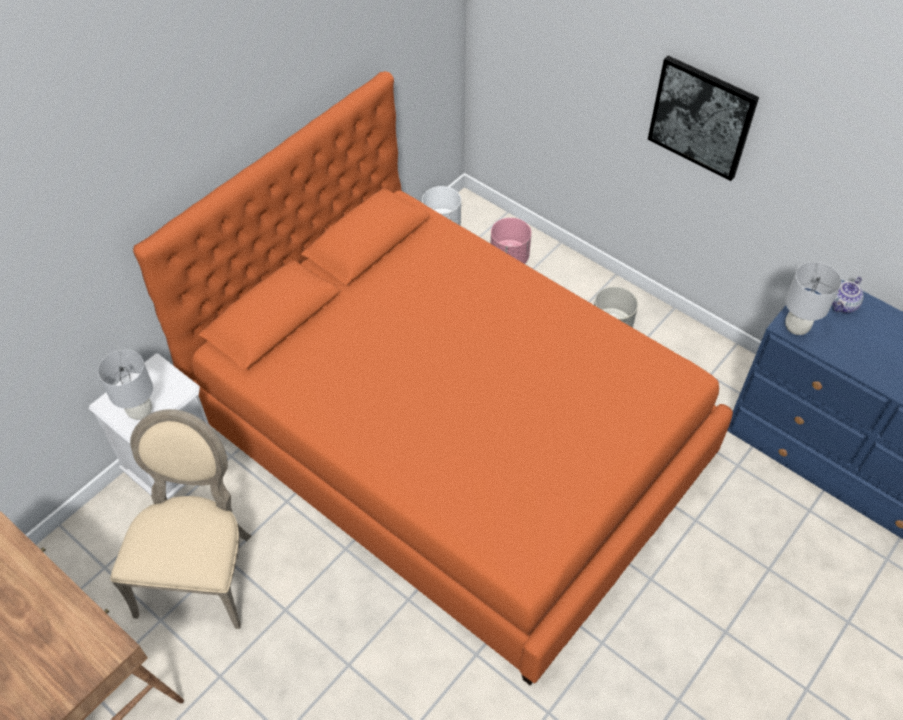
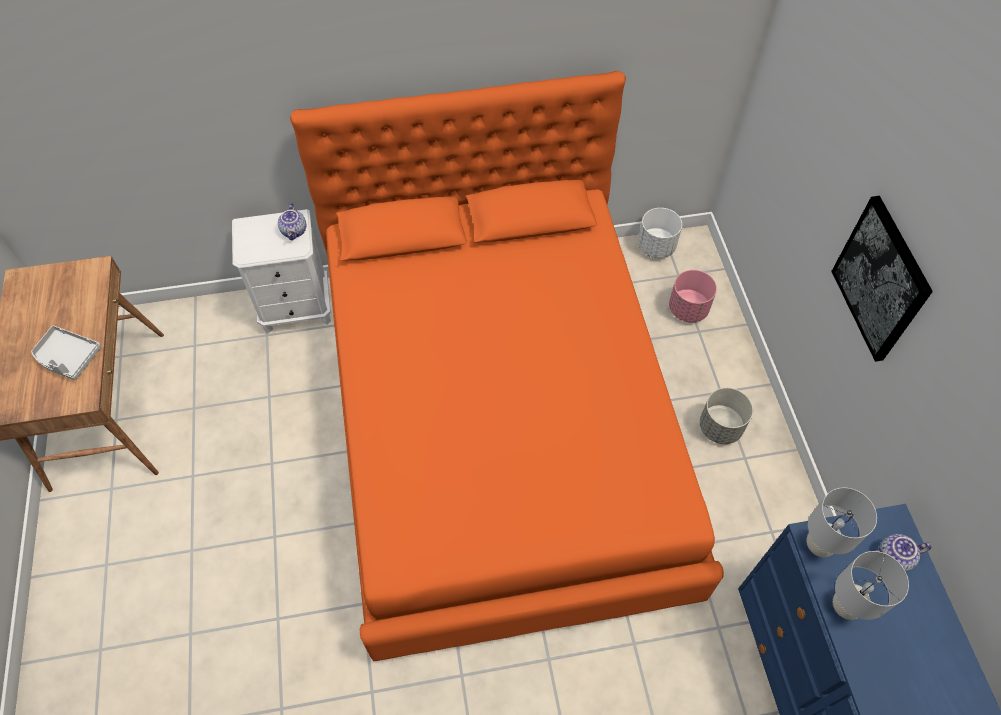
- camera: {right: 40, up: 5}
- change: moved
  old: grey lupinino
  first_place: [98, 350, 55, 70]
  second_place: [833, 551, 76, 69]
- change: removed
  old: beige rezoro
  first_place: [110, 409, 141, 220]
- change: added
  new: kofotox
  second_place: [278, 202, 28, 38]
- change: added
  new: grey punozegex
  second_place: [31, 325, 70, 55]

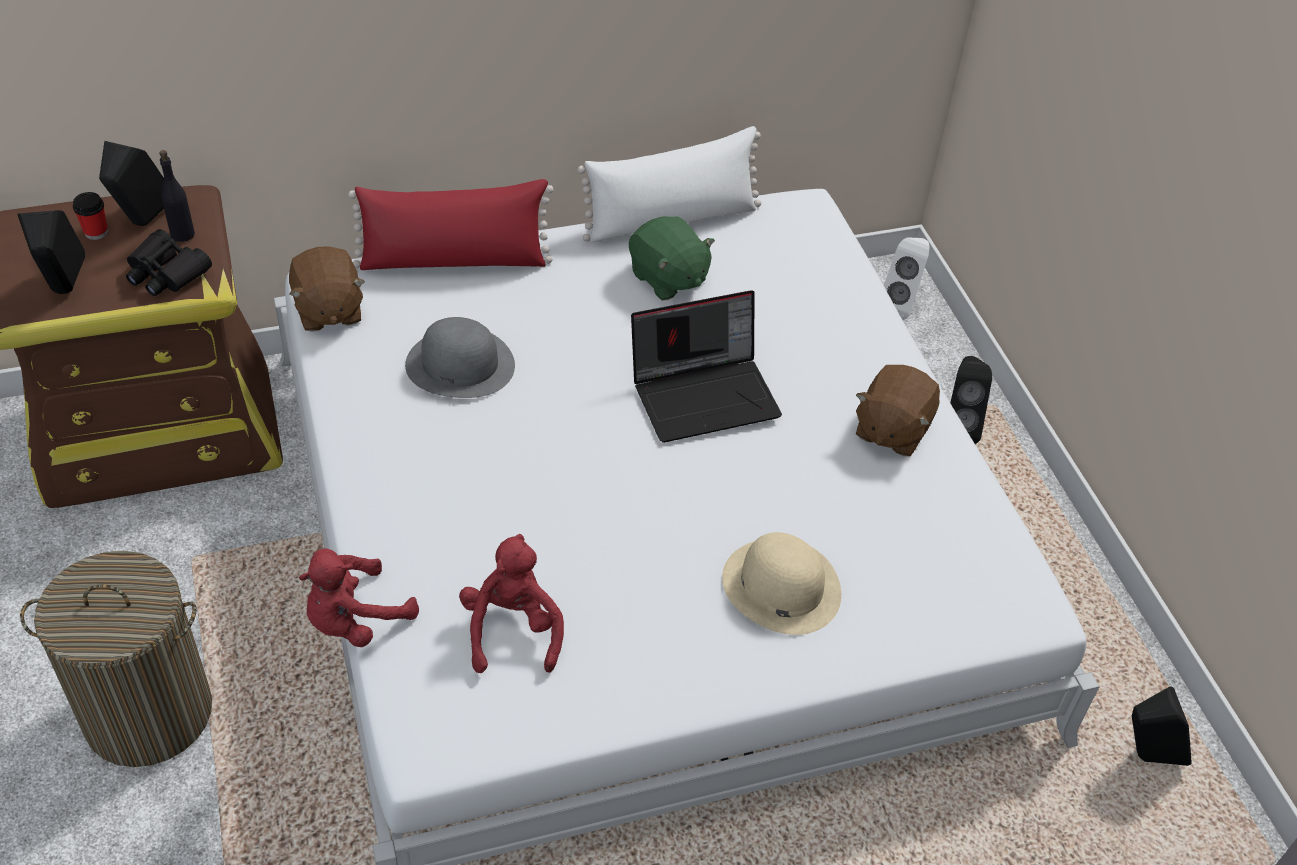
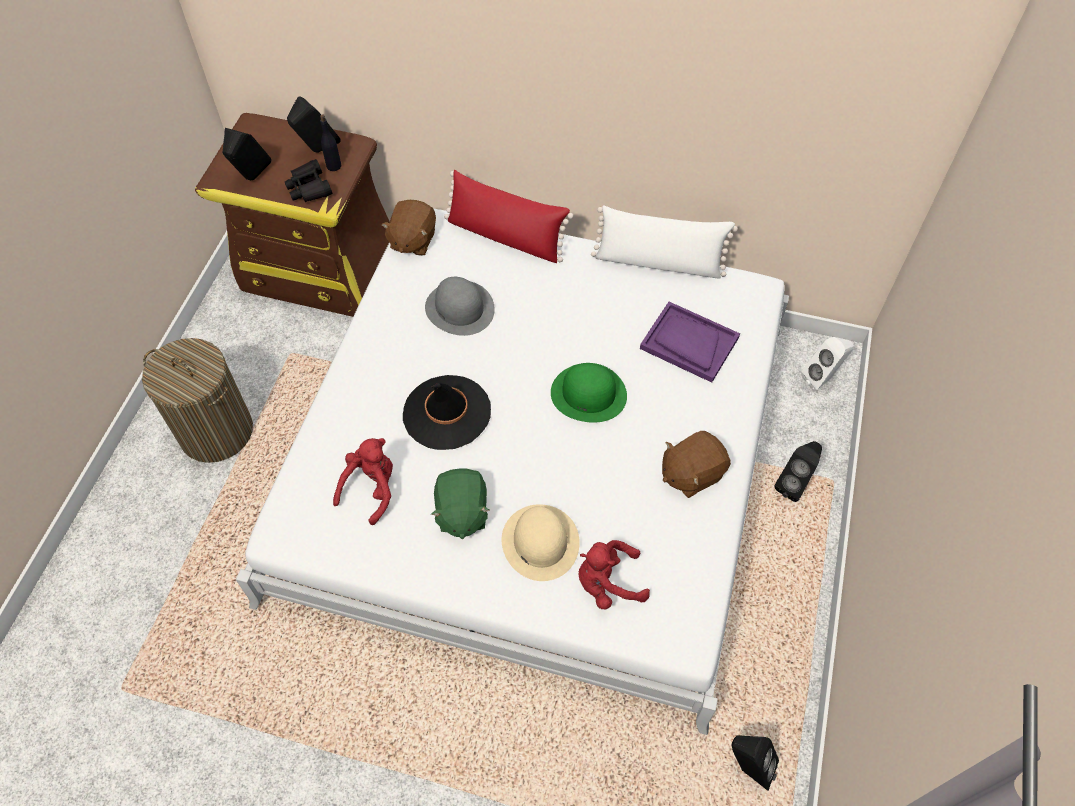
- camera: {right: 35, up: 10}
- change: removed
  old: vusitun
  first_place: [73, 192, 35, 48]
- change: moved
  old: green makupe
  first_place: [629, 216, 86, 84]
  second_place: [431, 469, 59, 70]
- change: replaced
  old: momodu
  new: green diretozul
  first_place: [631, 290, 151, 153]
  second_place: [551, 363, 76, 60]
- change: moved
  old: red makupe
  first_place: [299, 548, 120, 99]
  second_place: [578, 540, 72, 70]
- change: added
  new: purple punozegex
  second_place: [640, 302, 100, 81]
- change: added
  new: black diretozul
  second_place: [403, 375, 88, 75]

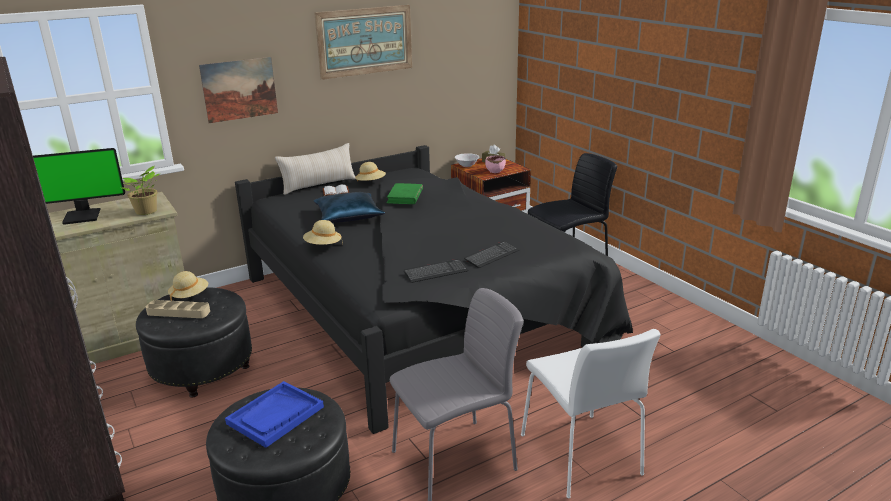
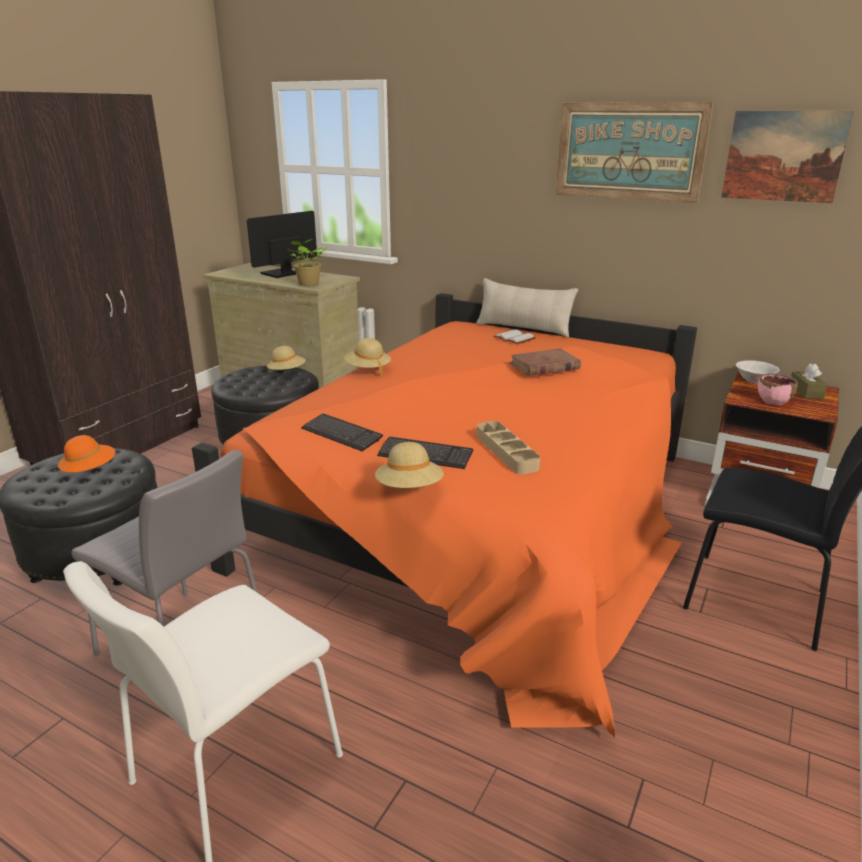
- camera: {right: 60, up: 0}
- change: moved
  old: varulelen
  first_place: [199, 57, 79, 66]
  second_place: [721, 111, 133, 92]
- change: recoloured
  old: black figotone
  new: orange figotone
  first_place: [235, 145, 398, 289]
  second_place: [192, 293, 505, 444]
- change: turned
  old: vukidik
  first_place: [33, 148, 92, 77]
  second_place: [247, 211, 70, 67]
  degrees: 90
- change: moved
  old: beige diretozul
  first_place: [355, 162, 31, 19]
  second_place: [375, 442, 69, 46]
- change: recoloured
  old: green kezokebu
  new: brown kezokebu
  first_place: [386, 183, 37, 21]
  second_place: [509, 349, 72, 27]
- change: removed
  old: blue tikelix
  first_place: [314, 192, 71, 31]
- change: moved
  old: beige punozegex
  first_place: [146, 300, 64, 18]
  second_place: [477, 421, 63, 53]
- change: replaced
  old: blue punozegex
  new: orange diretozul
  first_place: [225, 381, 99, 67]
  second_place: [58, 435, 57, 40]

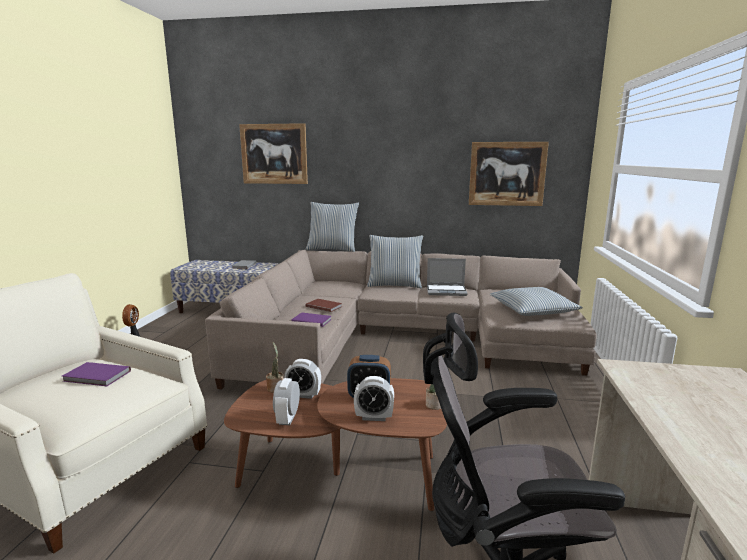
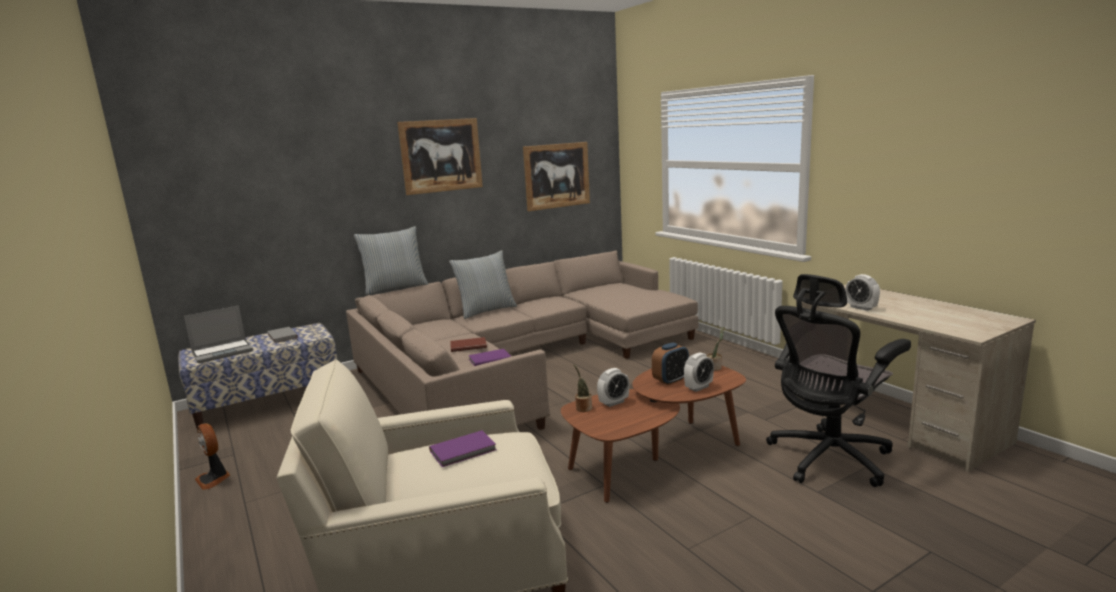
- camera: {right: -40, up: 0}
- change: moved
  old: varulelen
  first_place: [239, 123, 69, 61]
  second_place: [397, 118, 86, 77]
- change: moved
  old: momodu
  first_place: [427, 258, 41, 38]
  second_place: [184, 305, 69, 58]
- change: removed
  old: tikelix
  first_place: [490, 287, 93, 29]
- change: moved
  old: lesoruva
  first_place: [273, 378, 27, 47]
  second_place: [845, 274, 35, 37]

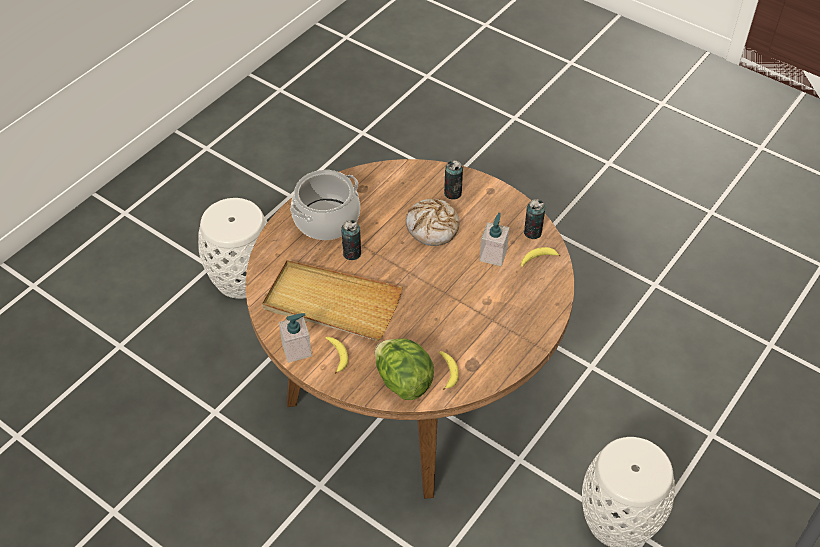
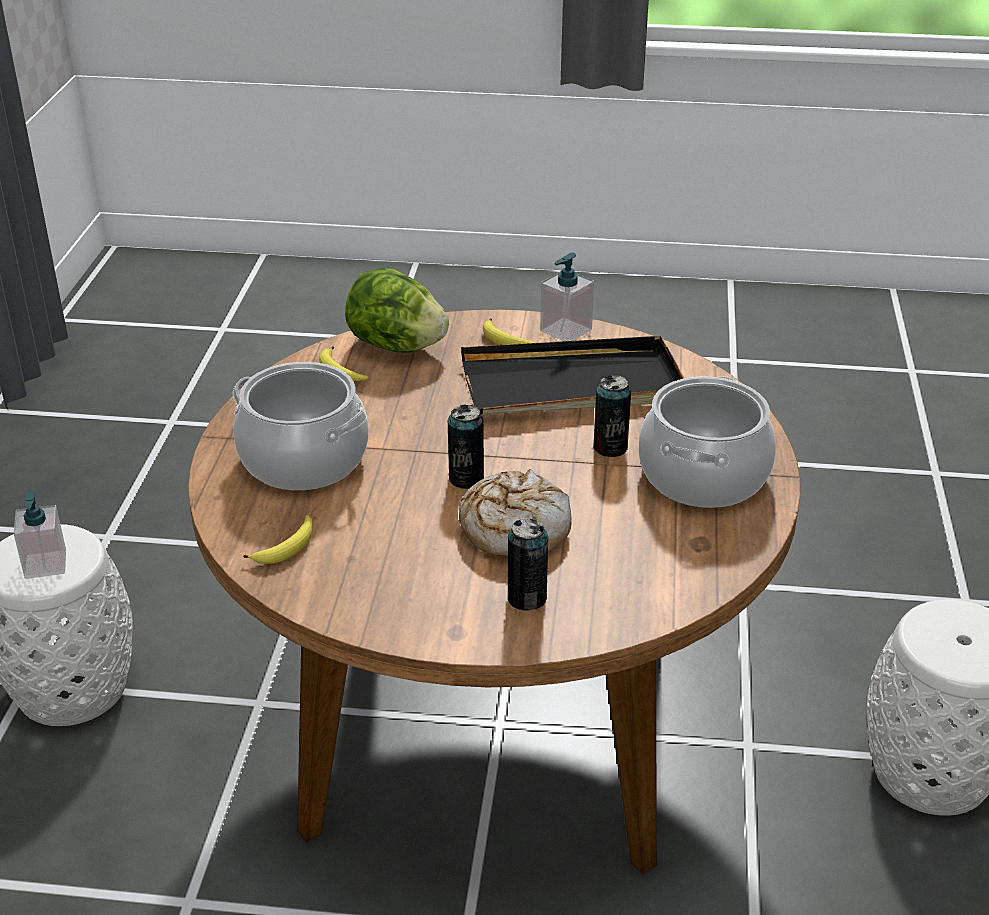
- camera: {right: 150, up: -15}
- change: moved
  old: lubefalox
  first_place: [523, 199, 22, 40]
  second_place: [448, 405, 36, 84]
- change: moved
  old: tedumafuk
  first_place: [479, 213, 31, 53]
  second_place: [14, 490, 52, 89]
- change: recoloured
  old: beige punozegex
  new: black punozegex
  first_place: [262, 260, 140, 81]
  second_place: [461, 336, 223, 78]
- change: added
  new: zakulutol
  second_place: [233, 362, 136, 128]

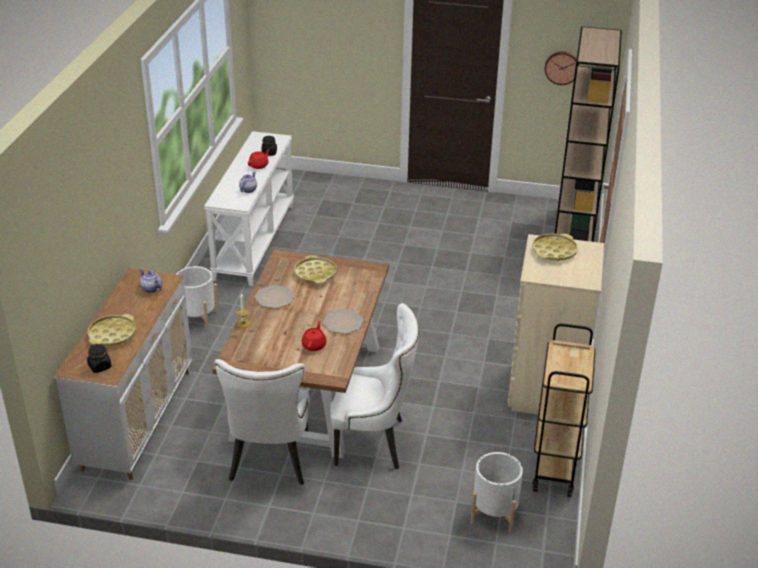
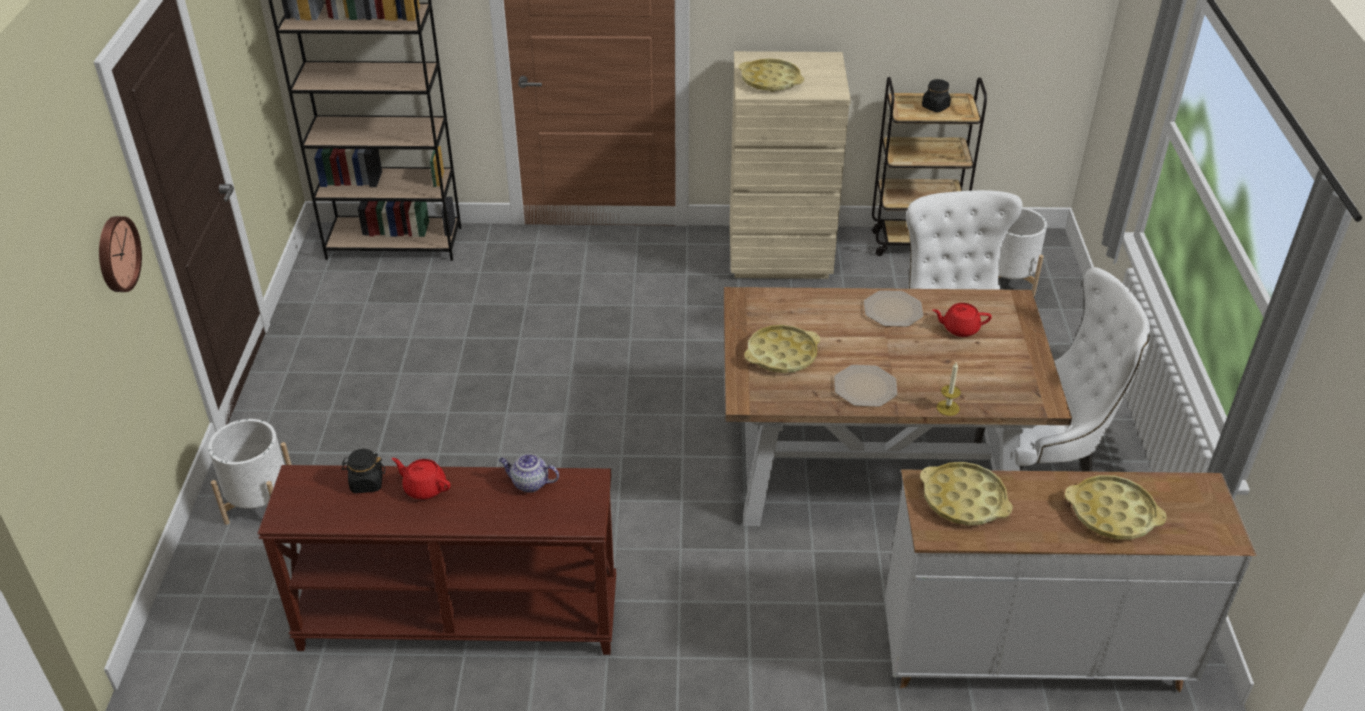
- camera: {right: -100, up: 5}
- change: moved
  old: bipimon
  first_place: [545, 51, 35, 34]
  second_place: [99, 216, 43, 76]
- change: recoloured
  old: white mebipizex
  new: brown mebipizex
  first_place: [204, 131, 90, 155]
  second_place: [257, 465, 359, 190]
- change: moved
  old: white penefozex
  first_place: [176, 266, 43, 65]
  second_place: [208, 419, 84, 106]
- change: replaced
  old: kofotox
  new: yellow punozegex
  first_place: [139, 269, 23, 24]
  second_place: [920, 462, 93, 63]
- change: moved
  old: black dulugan
  first_place: [87, 344, 24, 29]
  second_place: [922, 79, 29, 33]

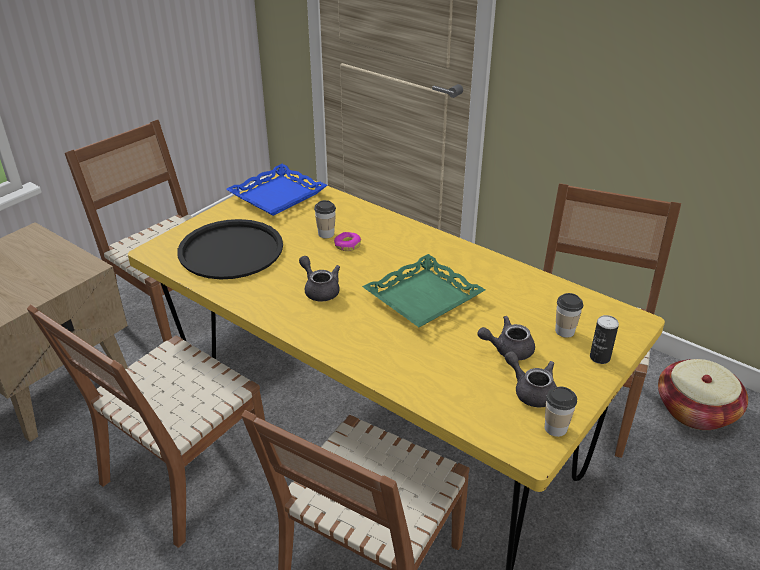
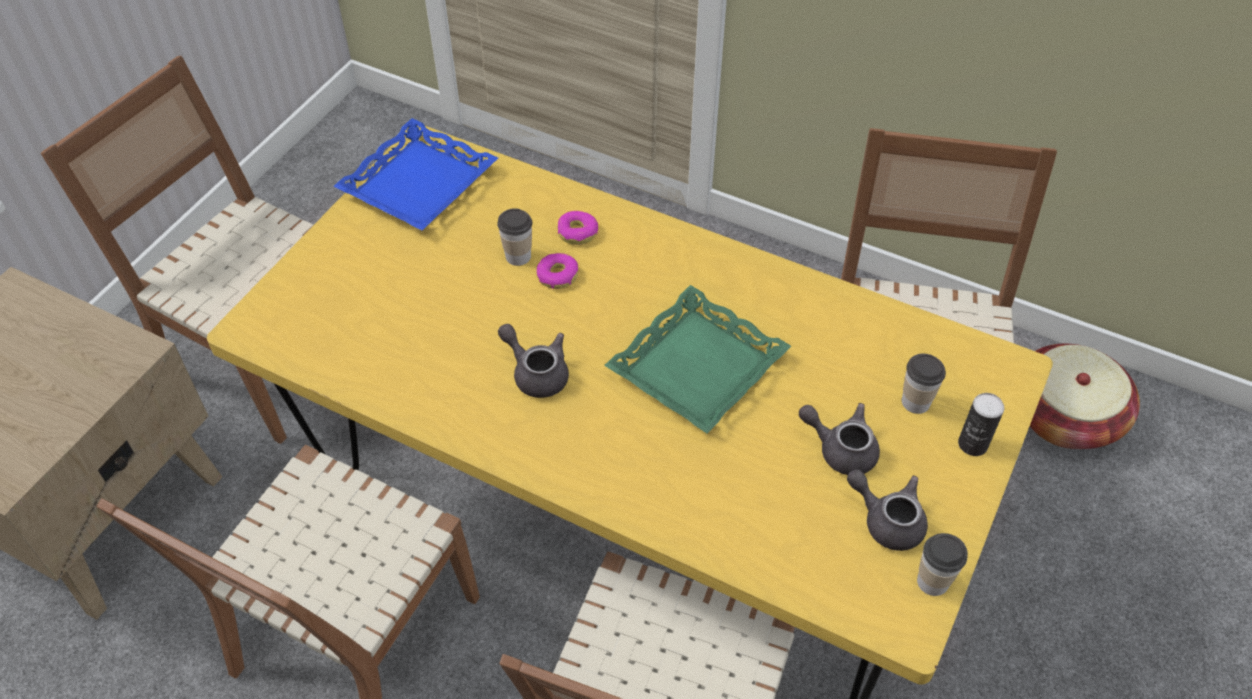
- camera: {right: -10, up: 15}
- change: removed
  old: black punozegex
  first_place: [178, 219, 105, 60]
- change: turned
  old: grey kofotox
  first_place: [478, 316, 57, 44]
  second_place: [799, 403, 81, 72]
  degrees: 45
- change: added
  new: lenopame
  second_place: [558, 211, 40, 34]

